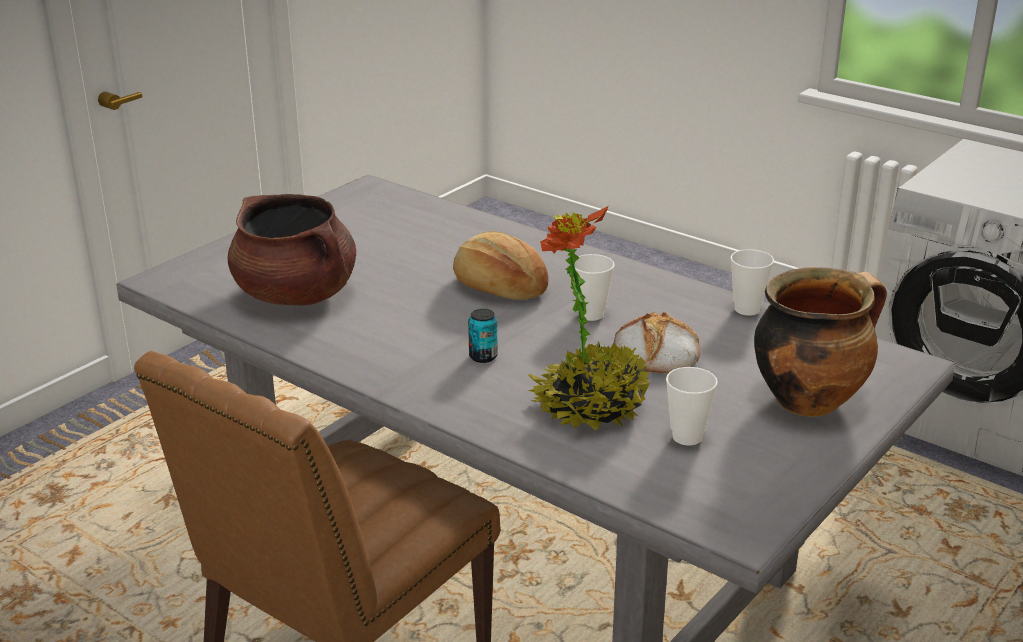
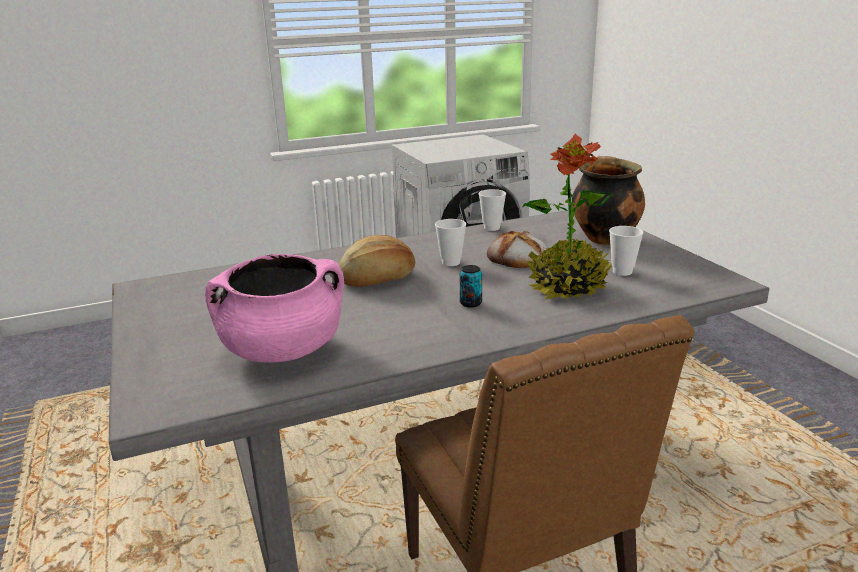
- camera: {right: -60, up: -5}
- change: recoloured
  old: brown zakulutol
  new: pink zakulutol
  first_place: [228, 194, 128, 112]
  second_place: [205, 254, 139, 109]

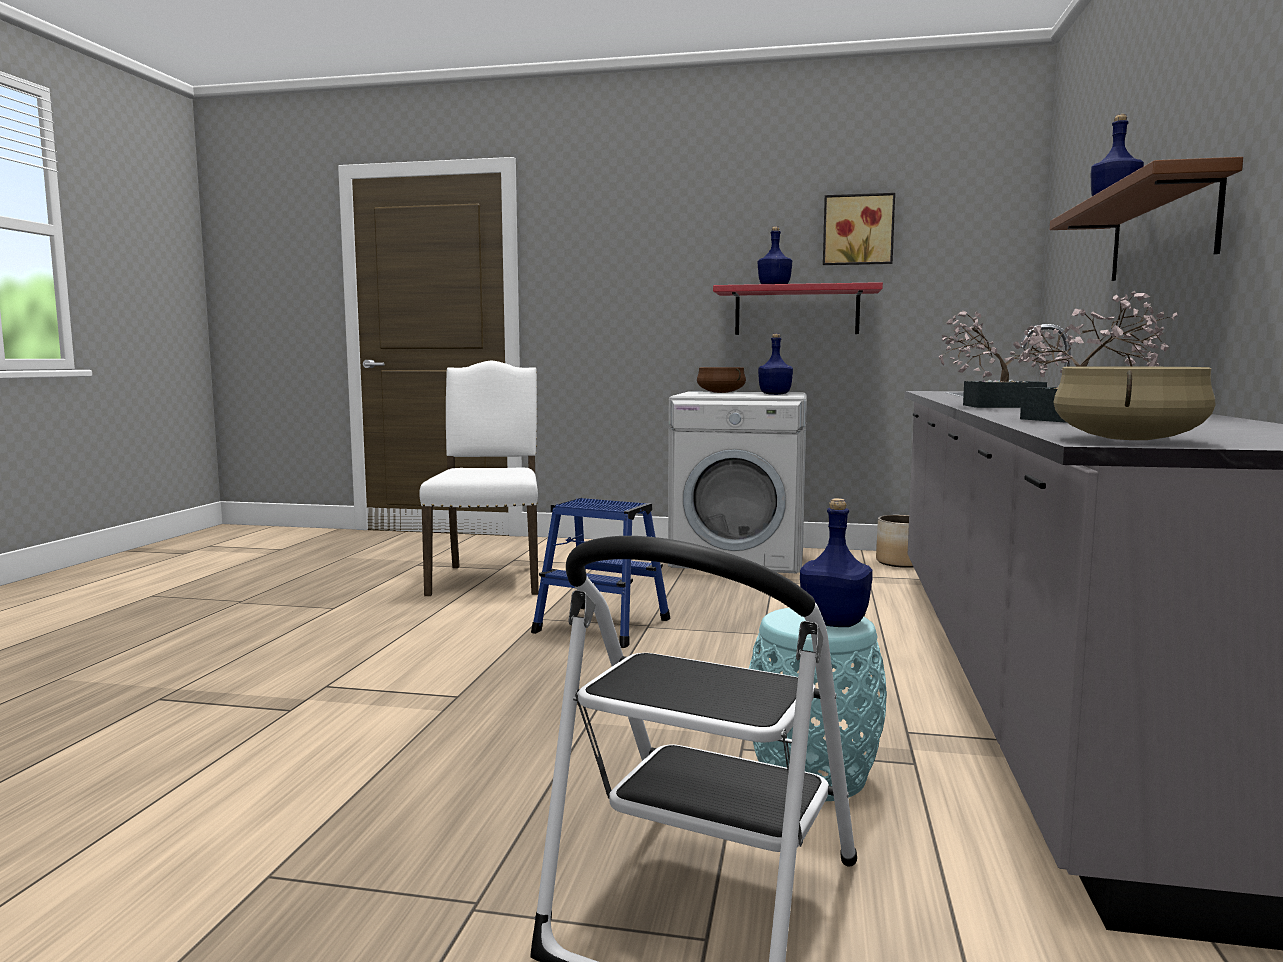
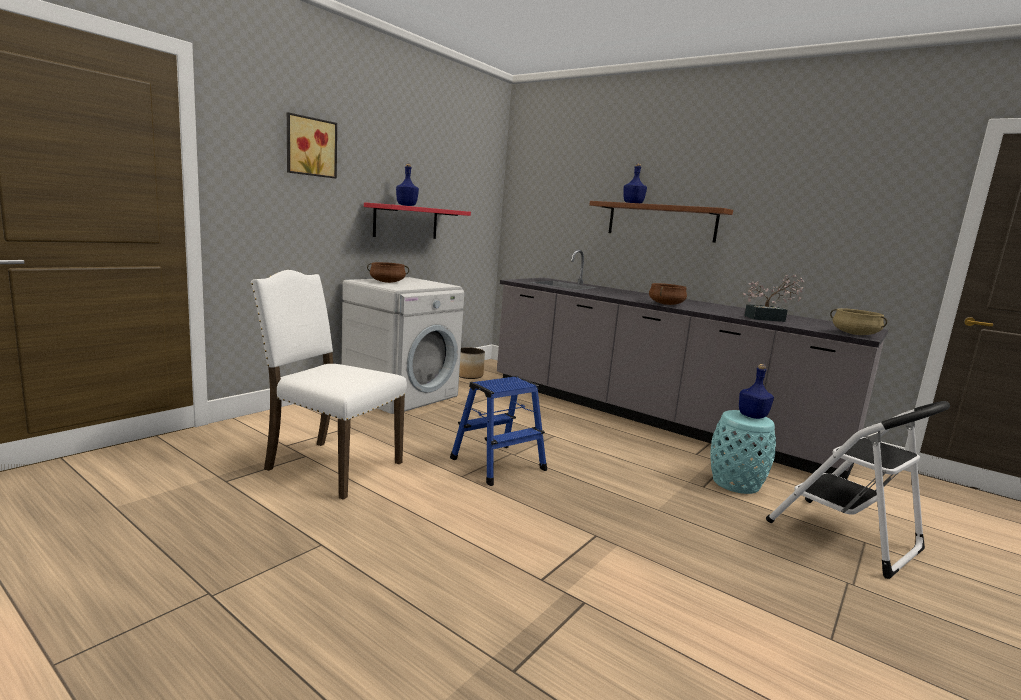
- camera: {right: -65, up: 5}
- change: moved
  old: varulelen
  first_place: [823, 193, 72, 72]
  second_place: [287, 112, 50, 67]
- change: replaced
  old: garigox
  new: brown zakulutol
  first_place: [939, 311, 123, 97]
  second_place: [649, 283, 38, 22]
- change: removed
  old: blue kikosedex
  first_place: [758, 333, 35, 62]

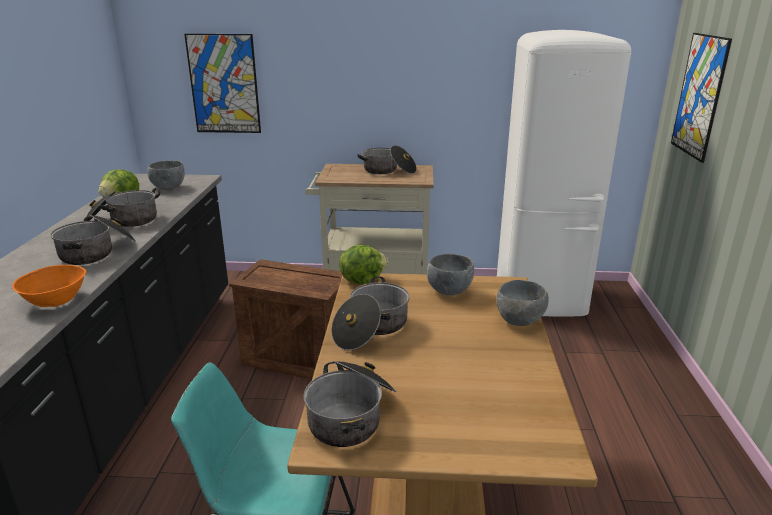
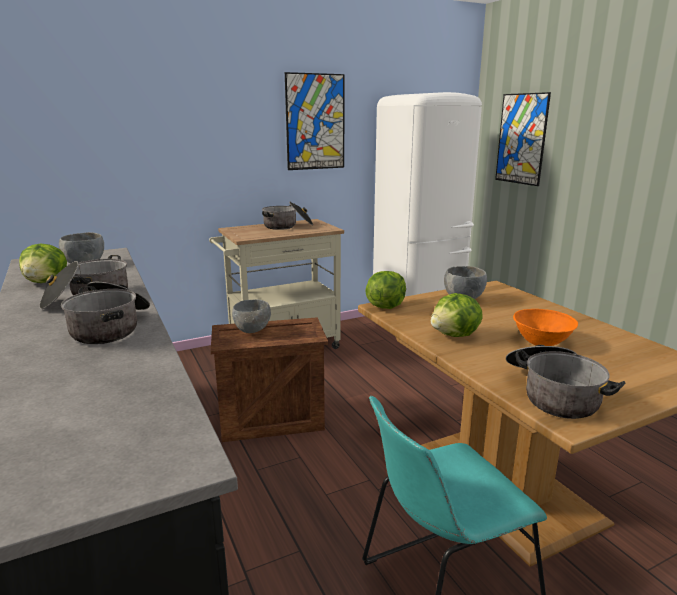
- camera: {right: -30, up: -5}
- change: moved
  old: varulelen
  first_place: [184, 34, 77, 99]
  second_place: [285, 72, 60, 98]
- change: moved
  old: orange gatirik
  first_place: [12, 265, 74, 42]
  second_place: [513, 309, 65, 37]
- change: replaced
  old: zakulutol
  new: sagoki
  first_place: [331, 277, 78, 73]
  second_place: [431, 293, 52, 44]
- change: moved
  old: grey gatirik
  first_place: [497, 280, 51, 46]
  second_place: [232, 300, 39, 33]

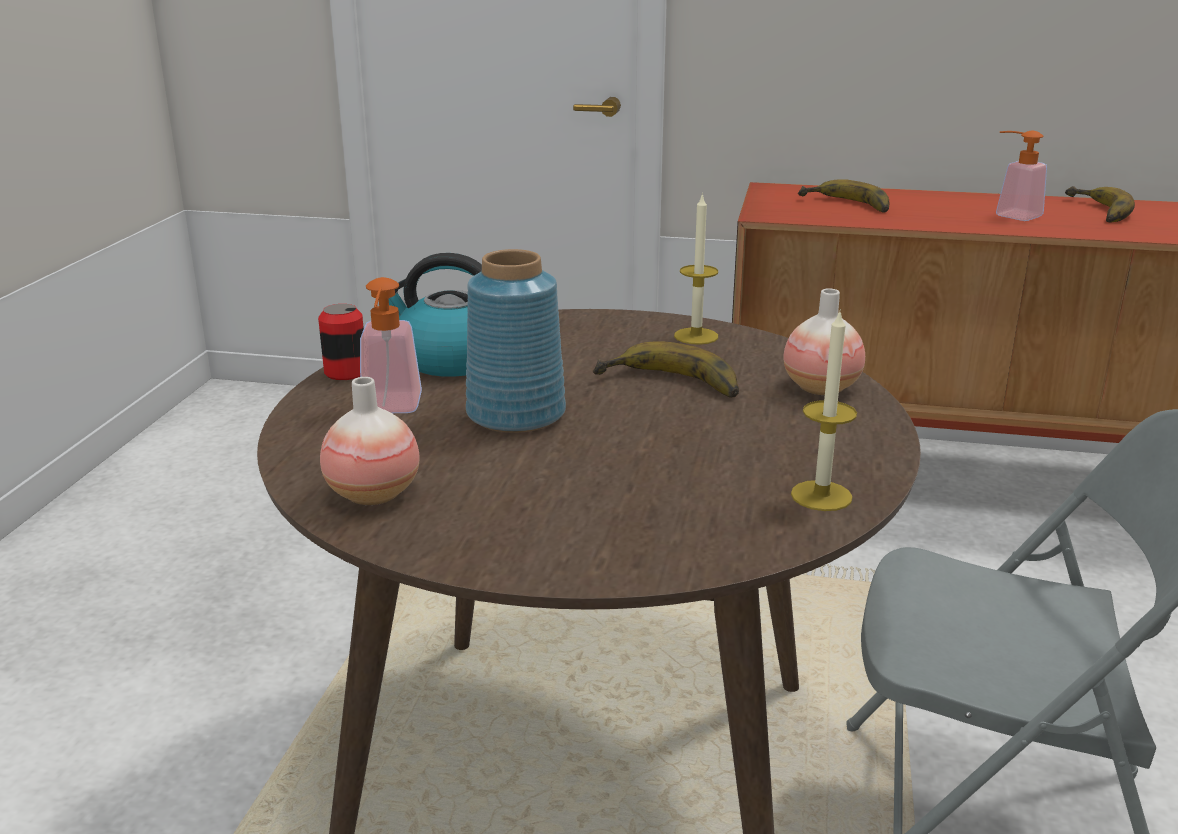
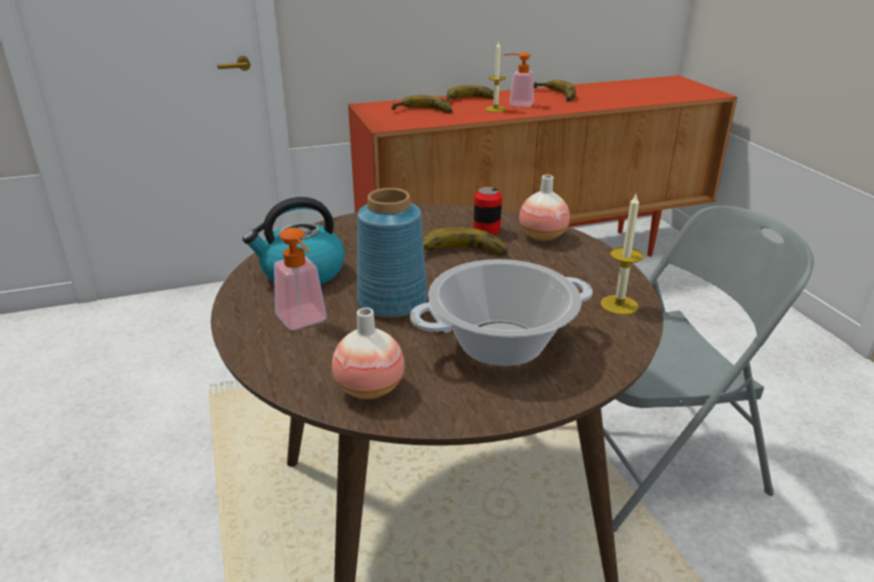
- camera: {right: -30, up: 5}
- change: moved
  old: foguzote
  first_place: [674, 193, 44, 152]
  second_place: [486, 41, 20, 71]
- change: moved
  old: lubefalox
  first_place: [318, 304, 46, 76]
  second_place: [474, 187, 28, 48]
- change: added
  new: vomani
  second_place: [446, 85, 48, 17]
- change: added
  new: zakulutol
  second_place: [410, 259, 183, 107]

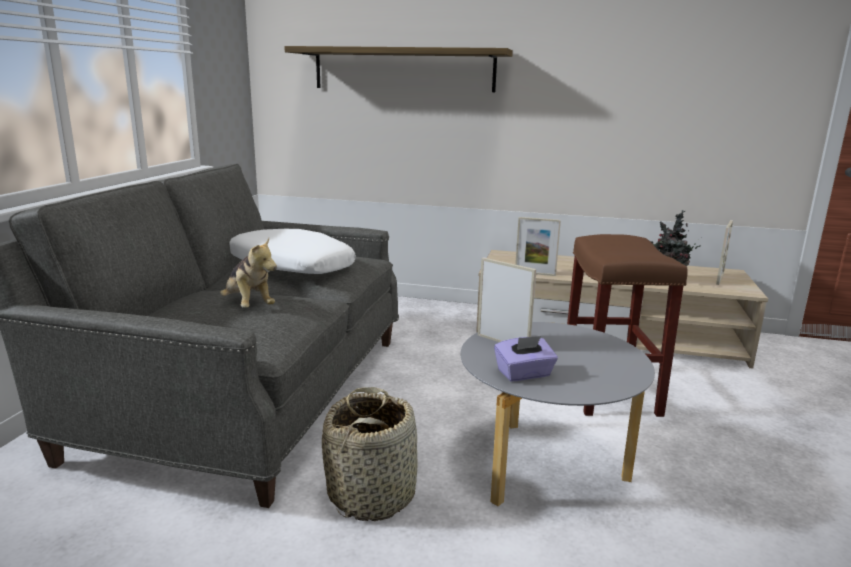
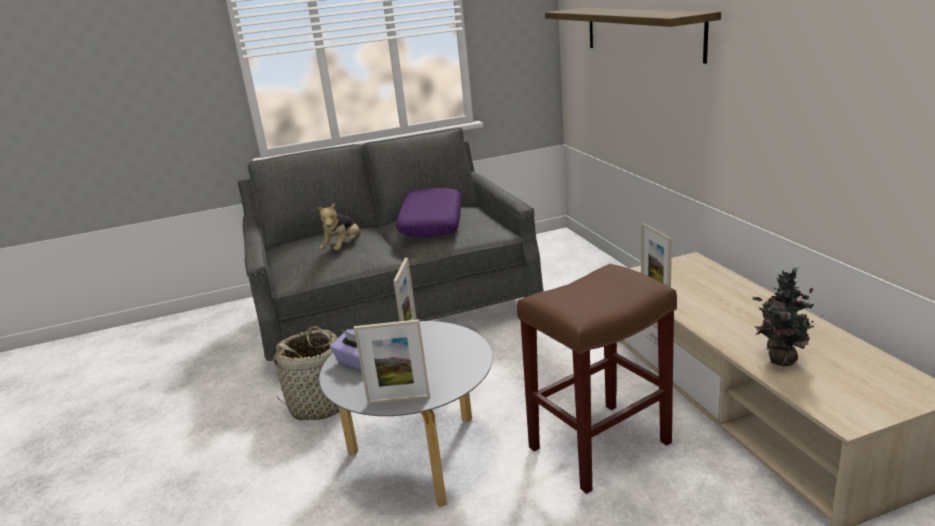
- camera: {right: 60, up: 5}
- change: moved
  old: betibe
  first_place: [716, 220, 17, 65]
  second_place: [354, 319, 76, 85]
- change: recoloured
  old: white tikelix
  new: purple tikelix
  first_place: [230, 229, 126, 45]
  second_place: [396, 188, 65, 48]

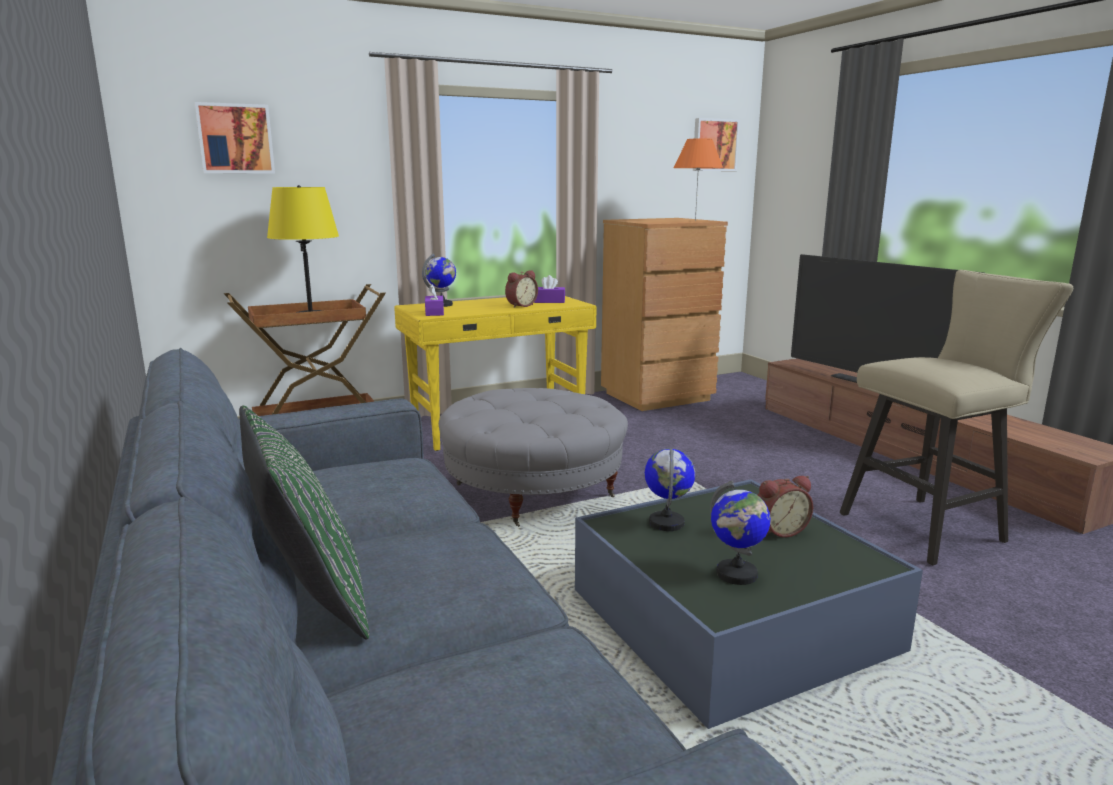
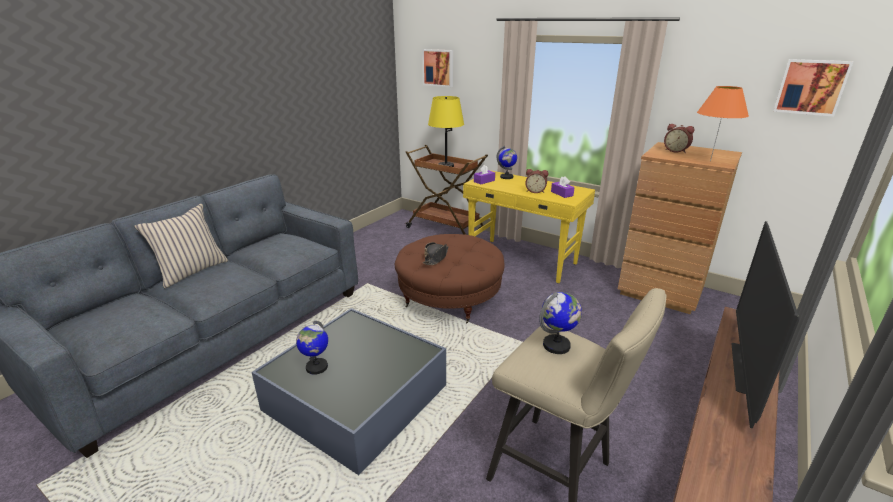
- camera: {right: 60, up: 10}
- change: recoloured
  old: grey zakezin
  new: brown zakezin
  first_place: [439, 388, 189, 139]
  second_place: [395, 234, 110, 89]
- change: recoloured
  old: green tikelix
  new: beige tikelix
  first_place: [239, 405, 130, 235]
  second_place: [134, 204, 94, 84]
- change: moved
  old: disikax
  first_place: [645, 448, 50, 83]
  second_place: [539, 292, 43, 62]
- change: moved
  old: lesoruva
  first_place: [758, 476, 55, 62]
  second_place: [664, 124, 30, 29]
- change: added
  new: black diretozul
  second_place: [422, 242, 26, 23]

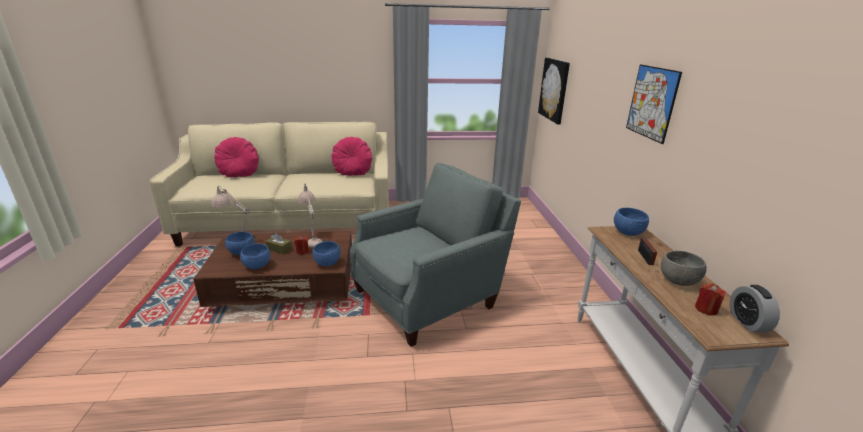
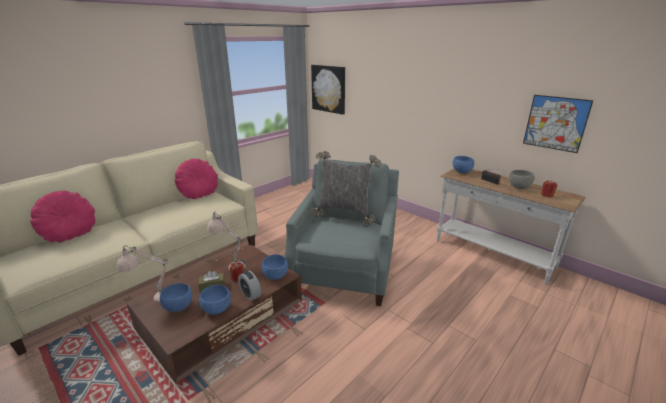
- camera: {right: -40, up: 0}
- change: moved
  old: varulelen
  first_place: [626, 64, 56, 80]
  second_place: [523, 95, 70, 58]
- change: moved
  old: lesoruva
  first_place: [730, 285, 50, 47]
  second_place: [238, 271, 23, 30]
- change: added
  new: tikelix
  second_place: [309, 151, 73, 75]

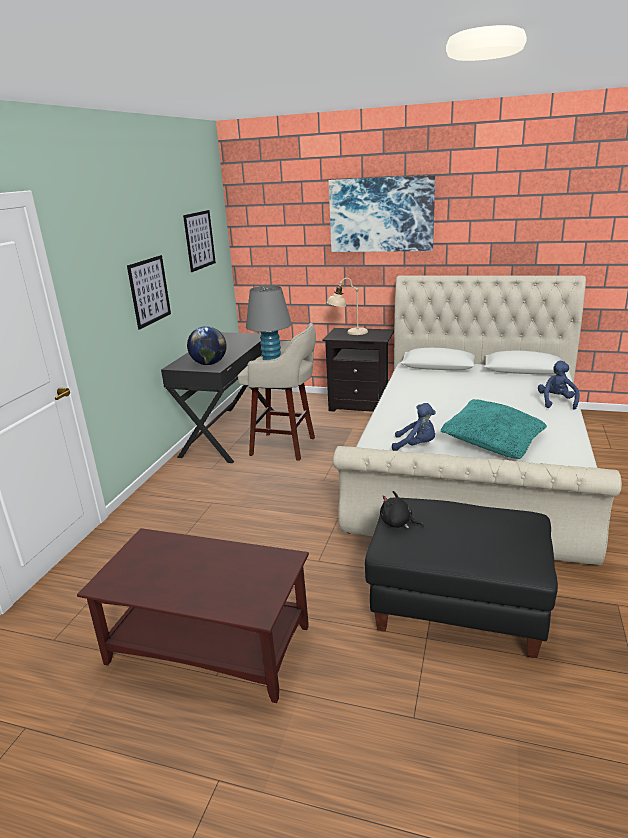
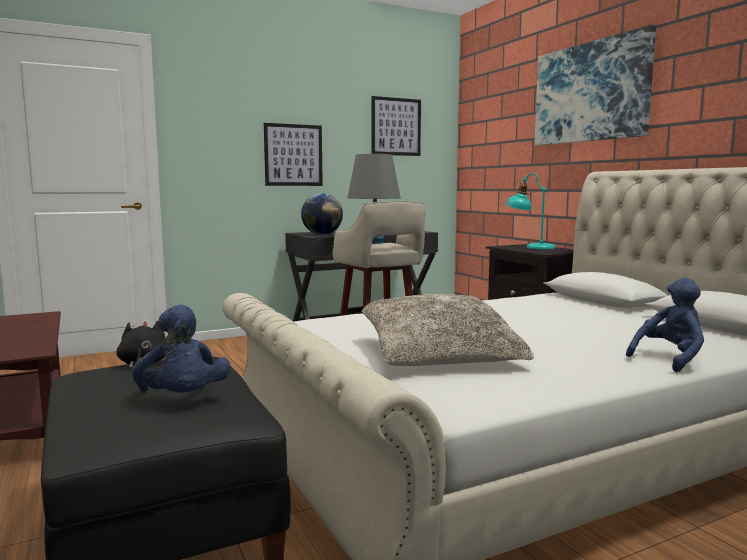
- camera: {right: 45, up: -15}
- change: recoloured
  old: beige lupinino
  new: turquoise lupinino
  first_place: [327, 278, 41, 57]
  second_place: [506, 173, 50, 76]
- change: recoloured
  old: turquoise tikelix
  new: beige tikelix
  first_place: [440, 399, 107, 60]
  second_place: [362, 294, 172, 72]
- change: moved
  old: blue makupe
  first_place: [392, 403, 44, 48]
  second_place: [132, 304, 98, 89]

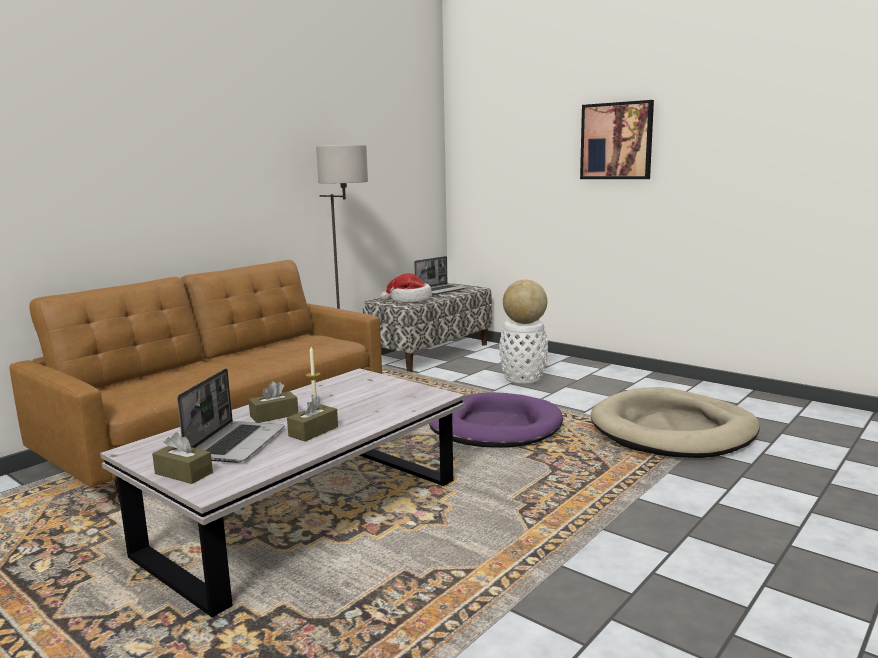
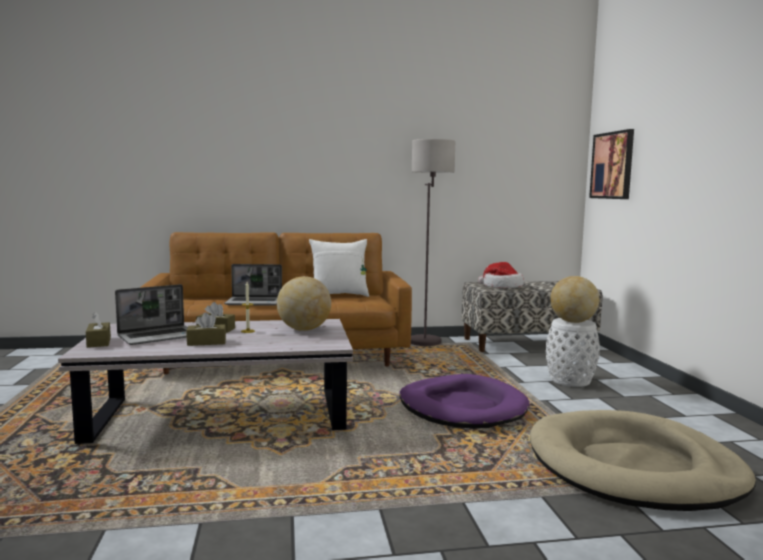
- camera: {right: 40, up: -5}
- change: moved
  old: varulelen
  first_place: [580, 100, 74, 79]
  second_place: [589, 129, 45, 70]
- change: moved
  old: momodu
  first_place: [414, 256, 53, 39]
  second_place: [224, 264, 58, 42]
- change: added
  new: white tikelix
  second_place: [309, 239, 60, 58]
- change: added
  new: disikax
  second_place: [277, 276, 54, 55]

